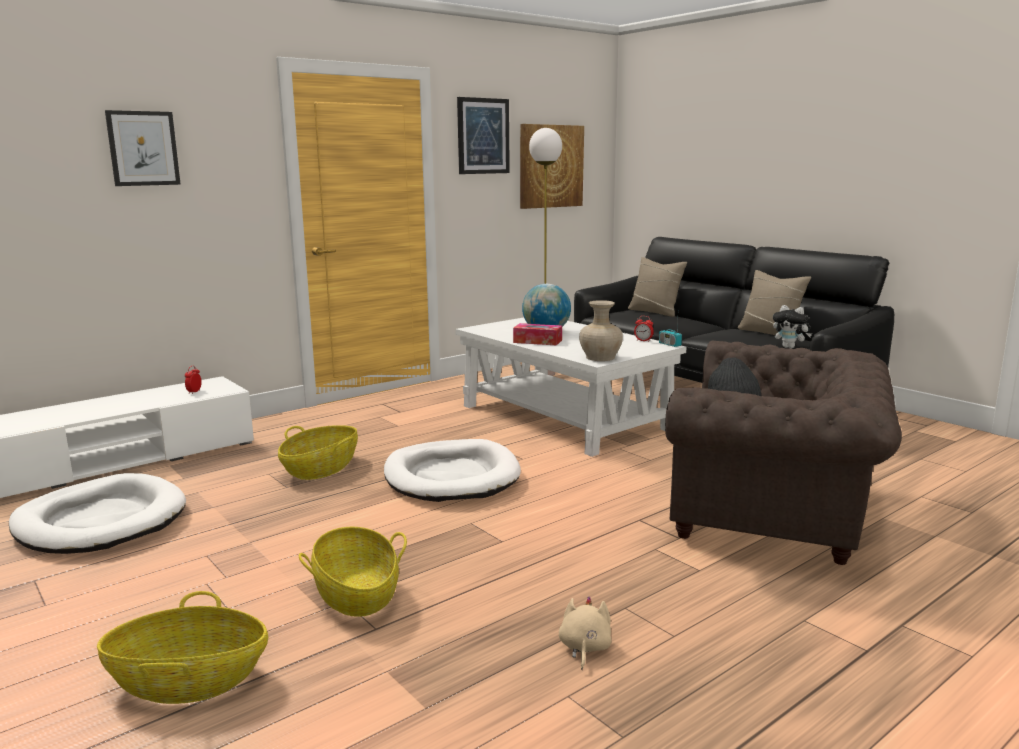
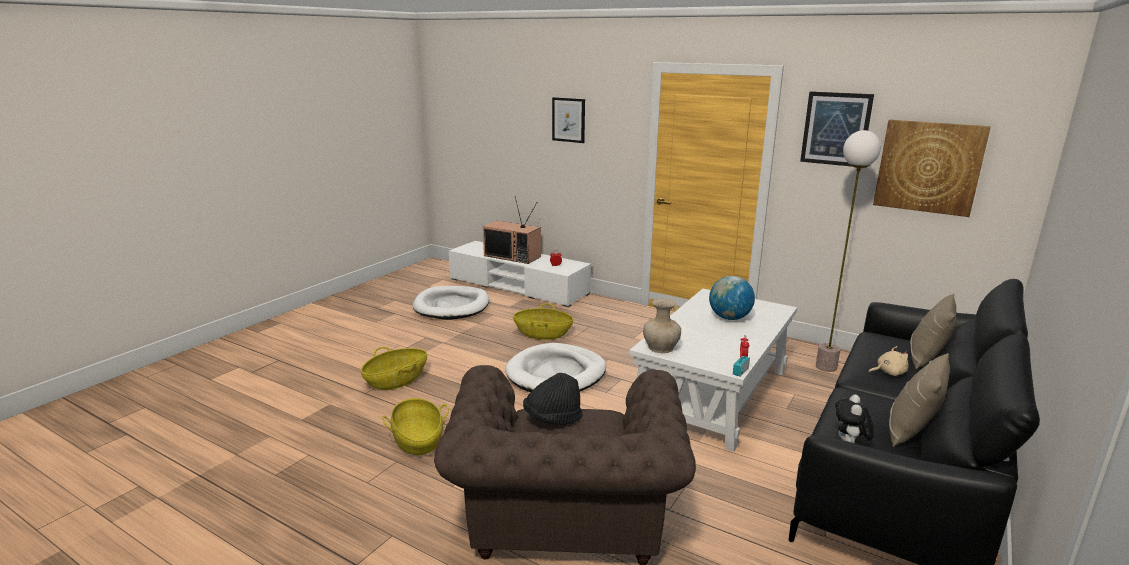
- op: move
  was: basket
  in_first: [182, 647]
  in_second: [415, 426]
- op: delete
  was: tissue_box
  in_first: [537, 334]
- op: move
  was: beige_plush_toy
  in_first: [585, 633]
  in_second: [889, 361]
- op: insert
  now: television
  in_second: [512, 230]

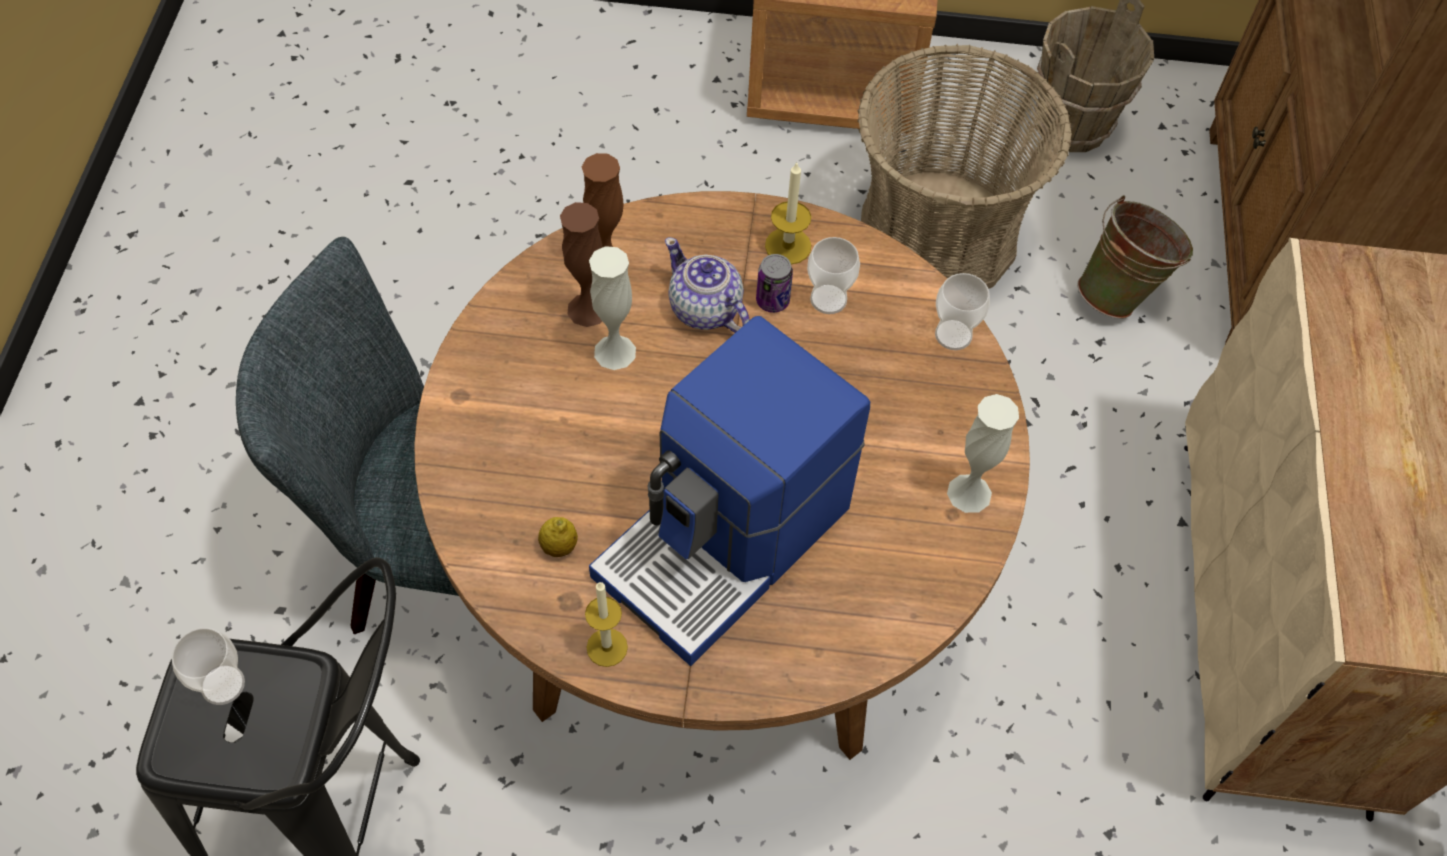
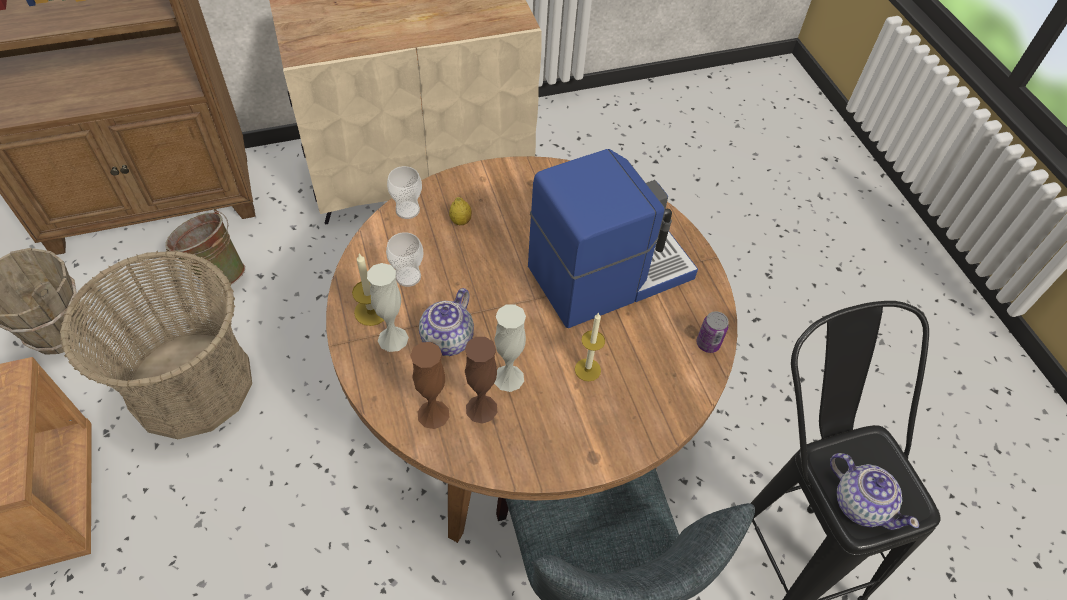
- op: replace
  was: cup
  now: teapot
  in_first: [208, 666]
  in_second: [874, 491]
- op: move
  was: lemon
  in_first: [558, 537]
  in_second: [460, 211]
- op: move
  was: candle
  in_first: [606, 624]
  in_second: [590, 346]
- op: rotate
  was: coffee_machine
  in_first: [729, 491]
  in_second: [613, 238]
  clockwise: -45
- op: move
  was: can
  in_first: [774, 283]
  in_second: [712, 332]
- op: move
  was: white_vase
  in_first: [983, 453]
  in_second: [388, 307]

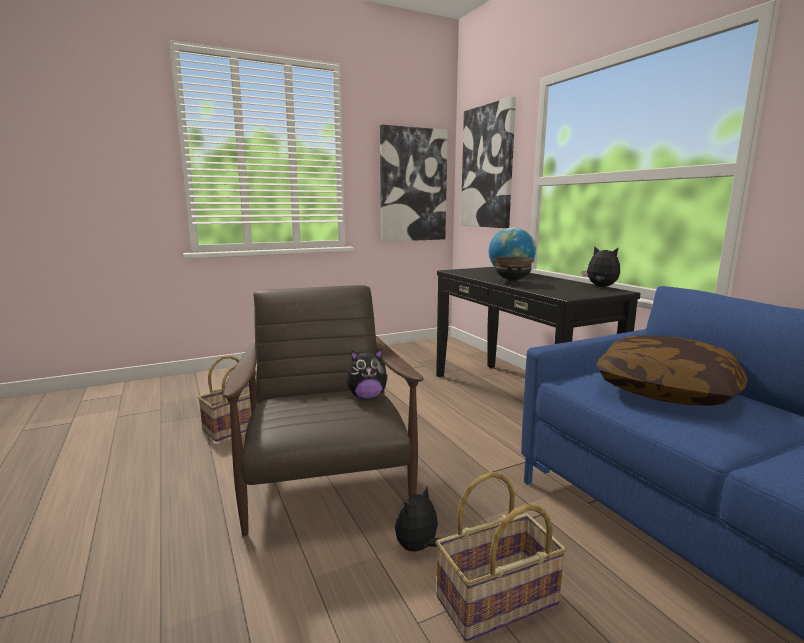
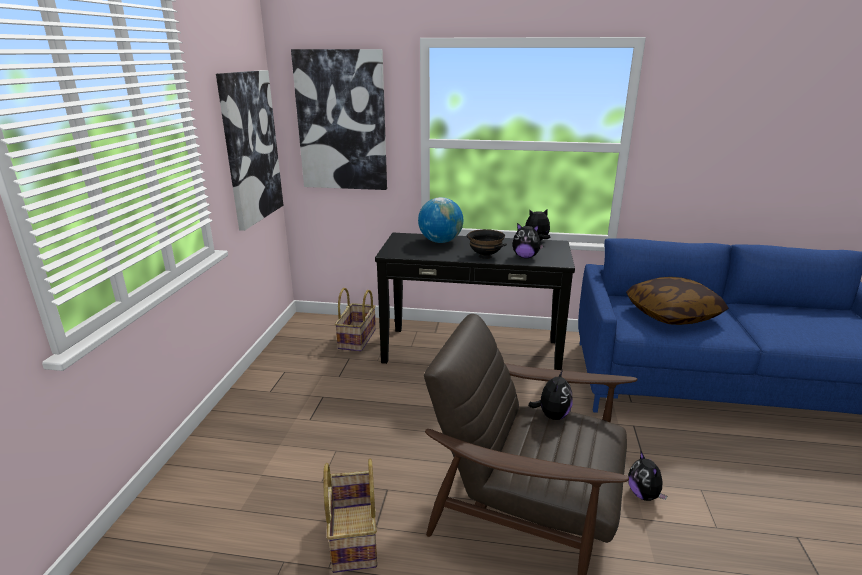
- op: move
  was: basket
  in_first: [501, 557]
  in_second: [355, 319]
- op: insert
  now: plush_toy
  in_second: [528, 240]

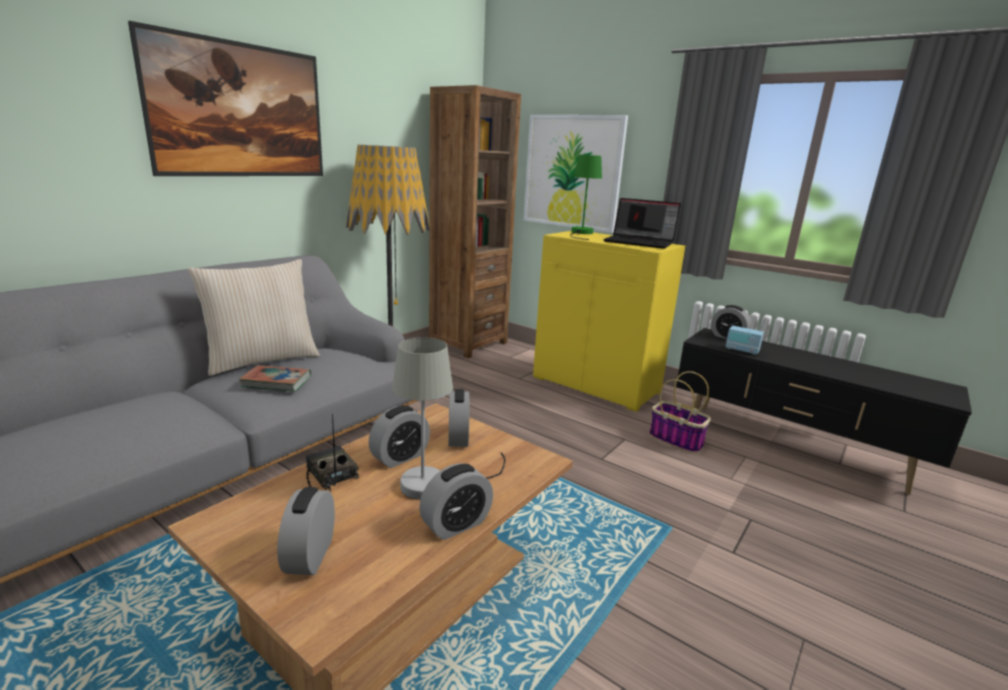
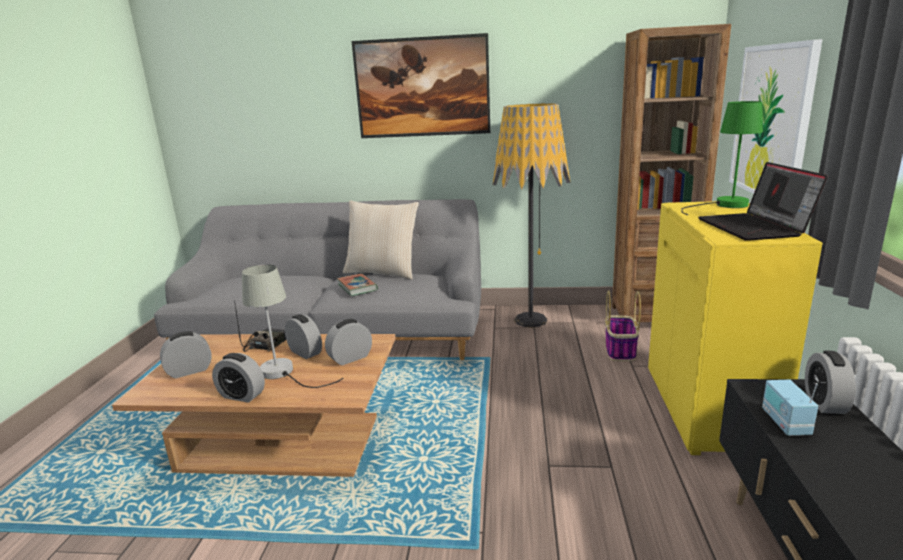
- op: rotate
  was: alarm_clock
  in_first: [399, 436]
  in_second: [303, 336]
  clockwise: -150
- op: move
  was: basket
  in_first: [680, 412]
  in_second: [623, 325]

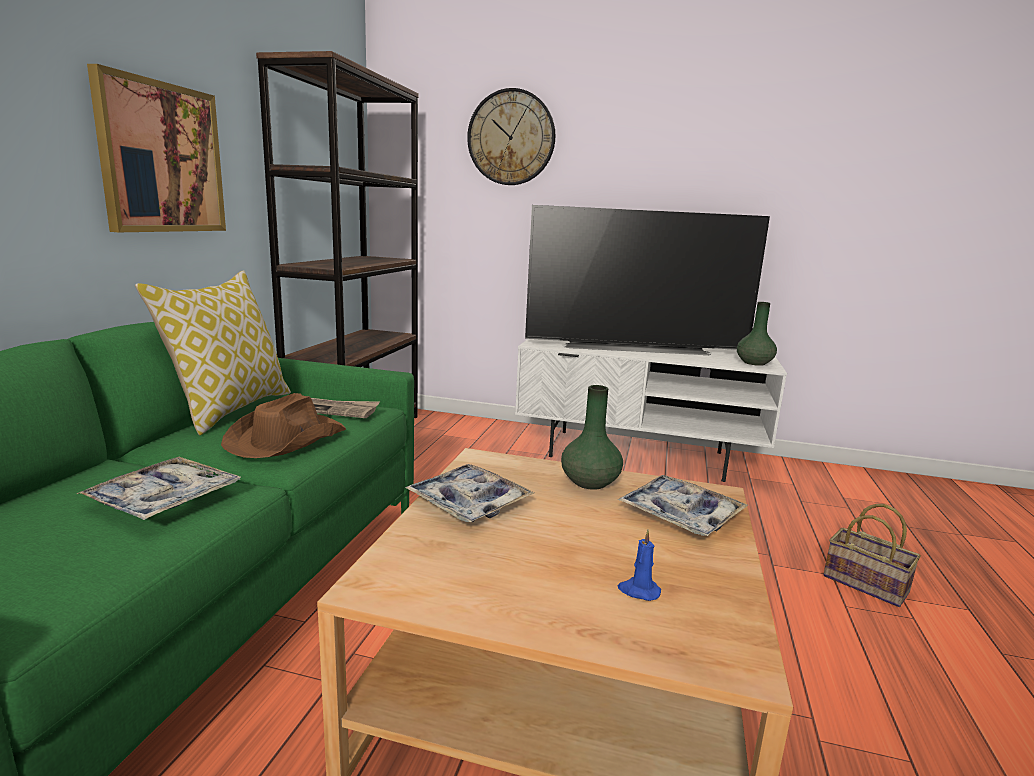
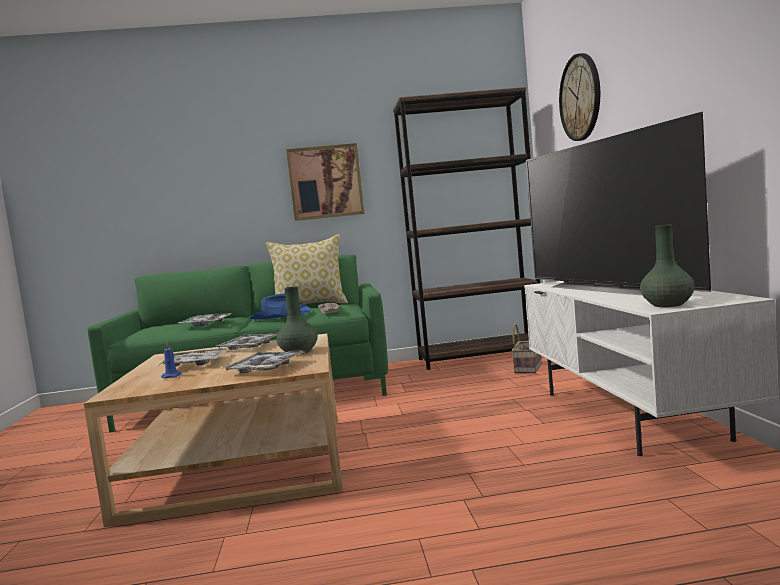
- op: recolor
  was: brown_hat
  now: blue_hat
  in_first: [283, 425]
  in_second: [280, 306]
- op: move
  was: basket
  in_first: [872, 555]
  in_second: [527, 348]
- op: insert
  now: tray
  in_second: [192, 357]

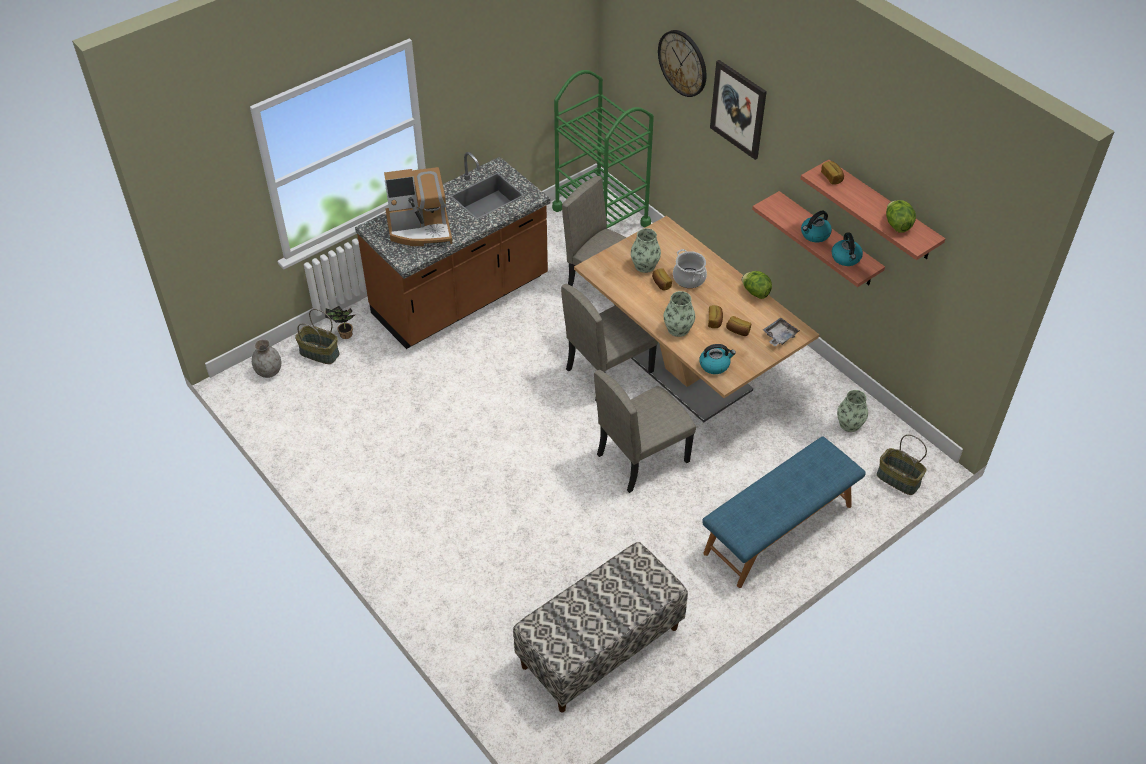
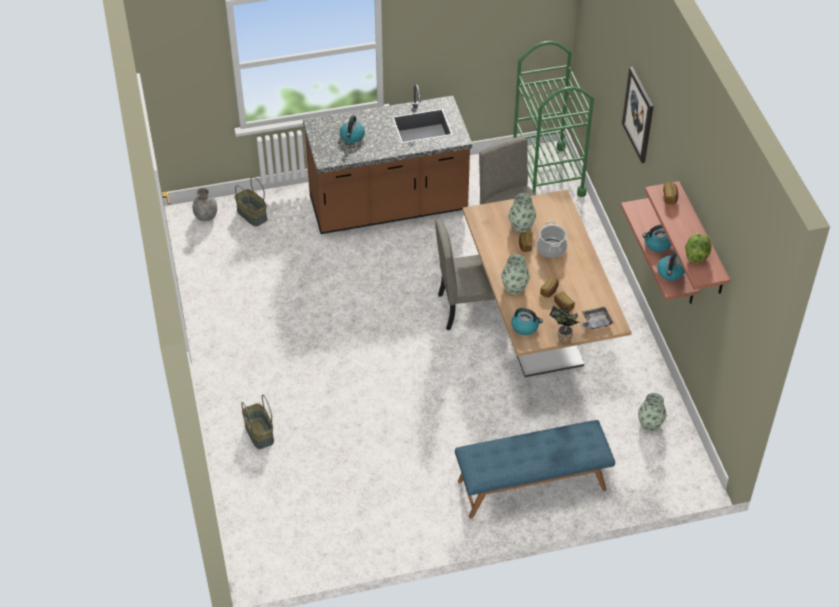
- op: move
  was: potted_plant
  in_first: [340, 322]
  in_second: [564, 324]
- op: replace
  was: coffee_machine
  now: kettle
  in_first: [418, 206]
  in_second: [352, 129]
- op: delete
  was: bench
  in_first: [600, 627]
- op: delete
  was: beige_chair
  in_first: [645, 431]
- op: delete
  was: wall_clock
  in_first: [682, 63]
- op: delete
  was: lettuce
  in_first: [756, 285]
- op: move
  was: basket
  in_first: [902, 465]
  in_second: [257, 422]

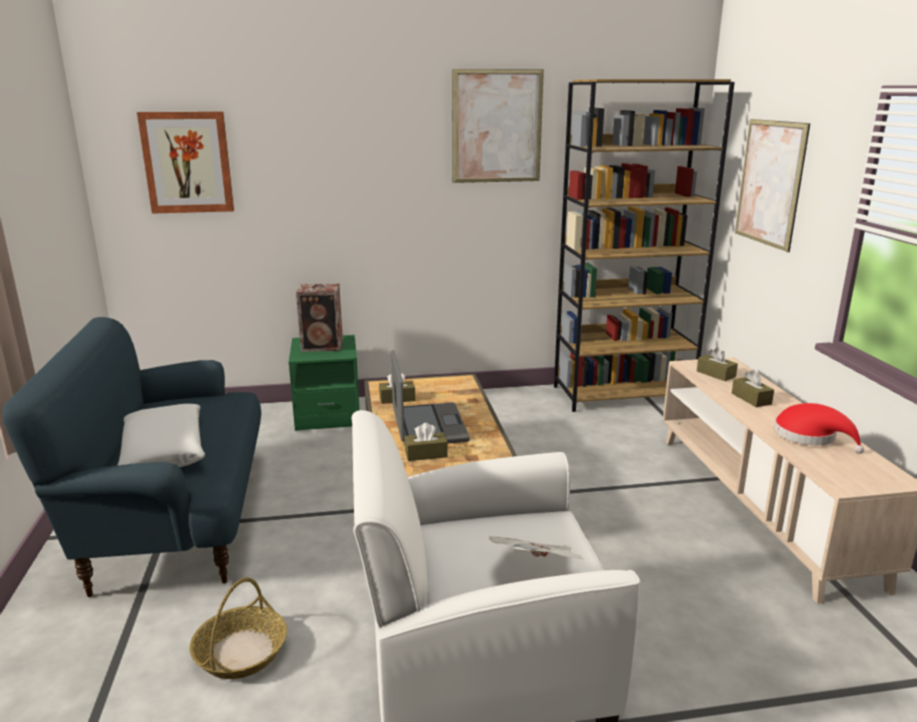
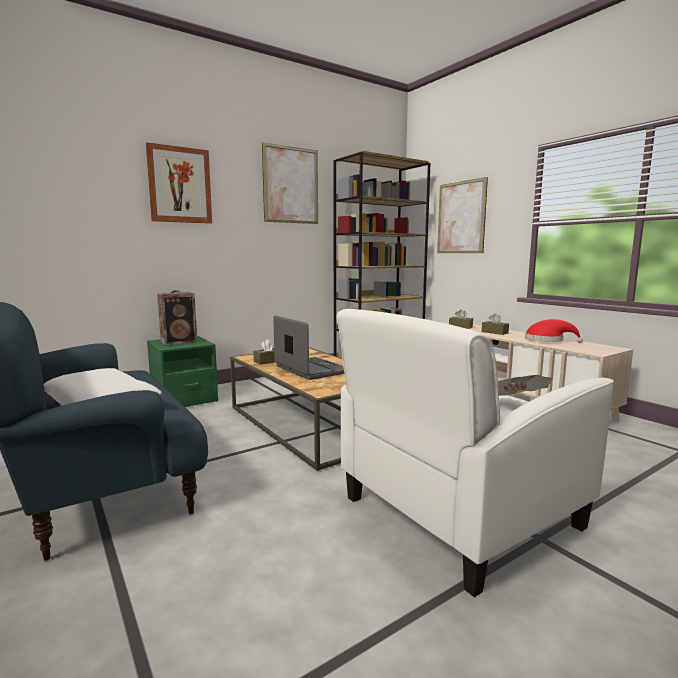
- op: move
  was: picture
  in_first: [185, 163]
  in_second: [179, 183]
- op: delete
  was: basket
  in_first: [238, 628]
- op: delete
  was: brown_tissue_box
  in_first: [426, 442]

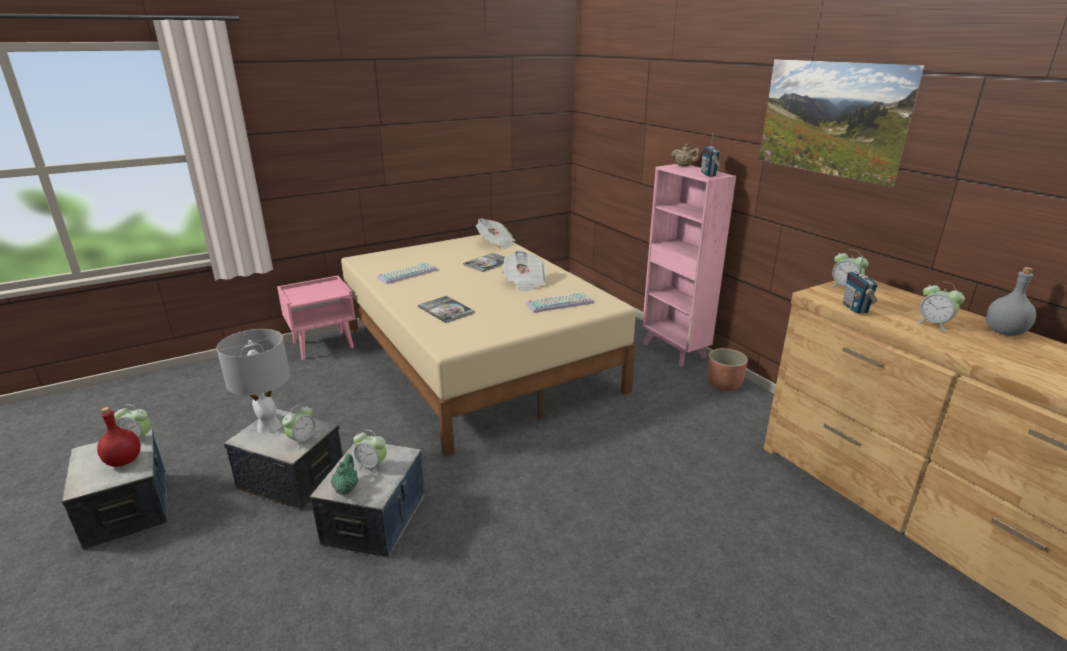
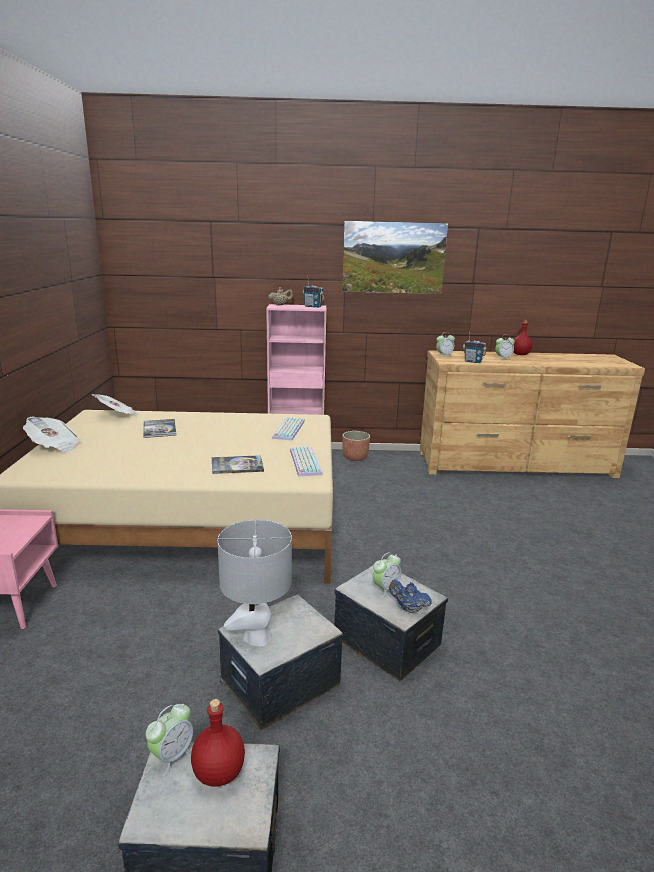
- op: delete
  was: alarm_clock
  in_first: [300, 427]
- op: recolor
  was: green_teapot
  now: blue_teapot
  in_first: [344, 474]
  in_second: [410, 596]
- op: move
  was: keyboard
  in_first: [407, 273]
  in_second: [306, 461]
- op: move
  was: newspaper
  in_first: [524, 271]
  in_second: [52, 435]
- op: recolor
  was: grey_bottle
  now: red_bottle
  in_first: [1011, 301]
  in_second: [522, 337]

